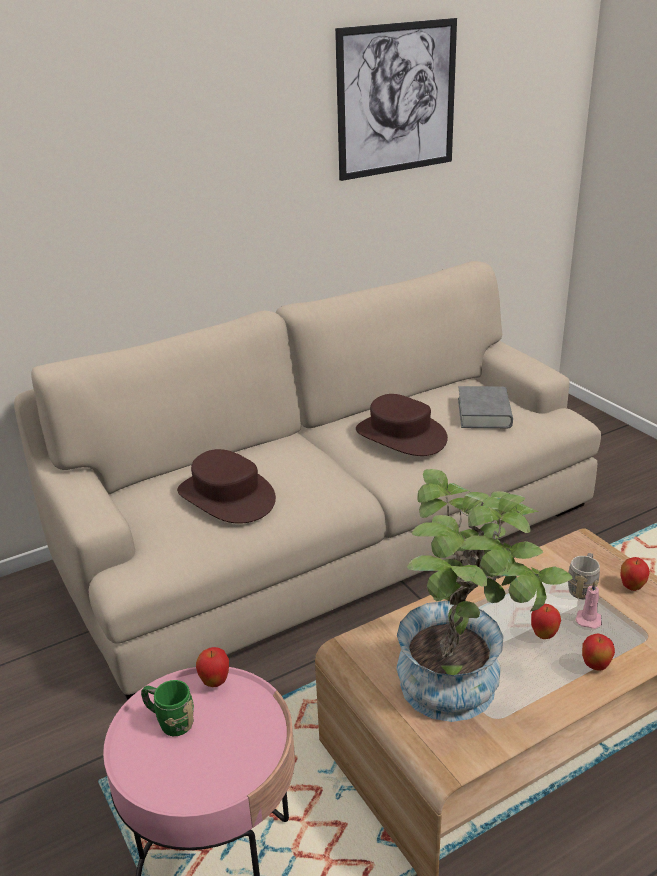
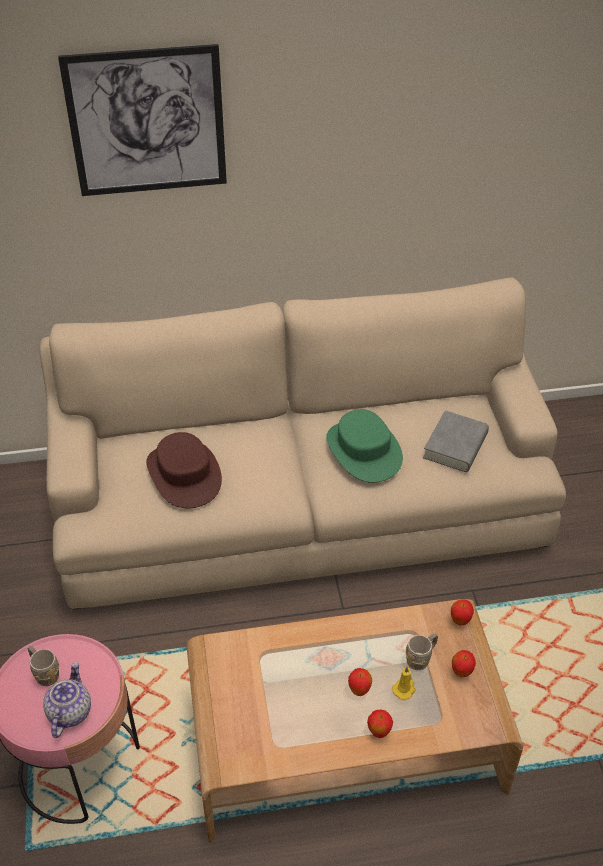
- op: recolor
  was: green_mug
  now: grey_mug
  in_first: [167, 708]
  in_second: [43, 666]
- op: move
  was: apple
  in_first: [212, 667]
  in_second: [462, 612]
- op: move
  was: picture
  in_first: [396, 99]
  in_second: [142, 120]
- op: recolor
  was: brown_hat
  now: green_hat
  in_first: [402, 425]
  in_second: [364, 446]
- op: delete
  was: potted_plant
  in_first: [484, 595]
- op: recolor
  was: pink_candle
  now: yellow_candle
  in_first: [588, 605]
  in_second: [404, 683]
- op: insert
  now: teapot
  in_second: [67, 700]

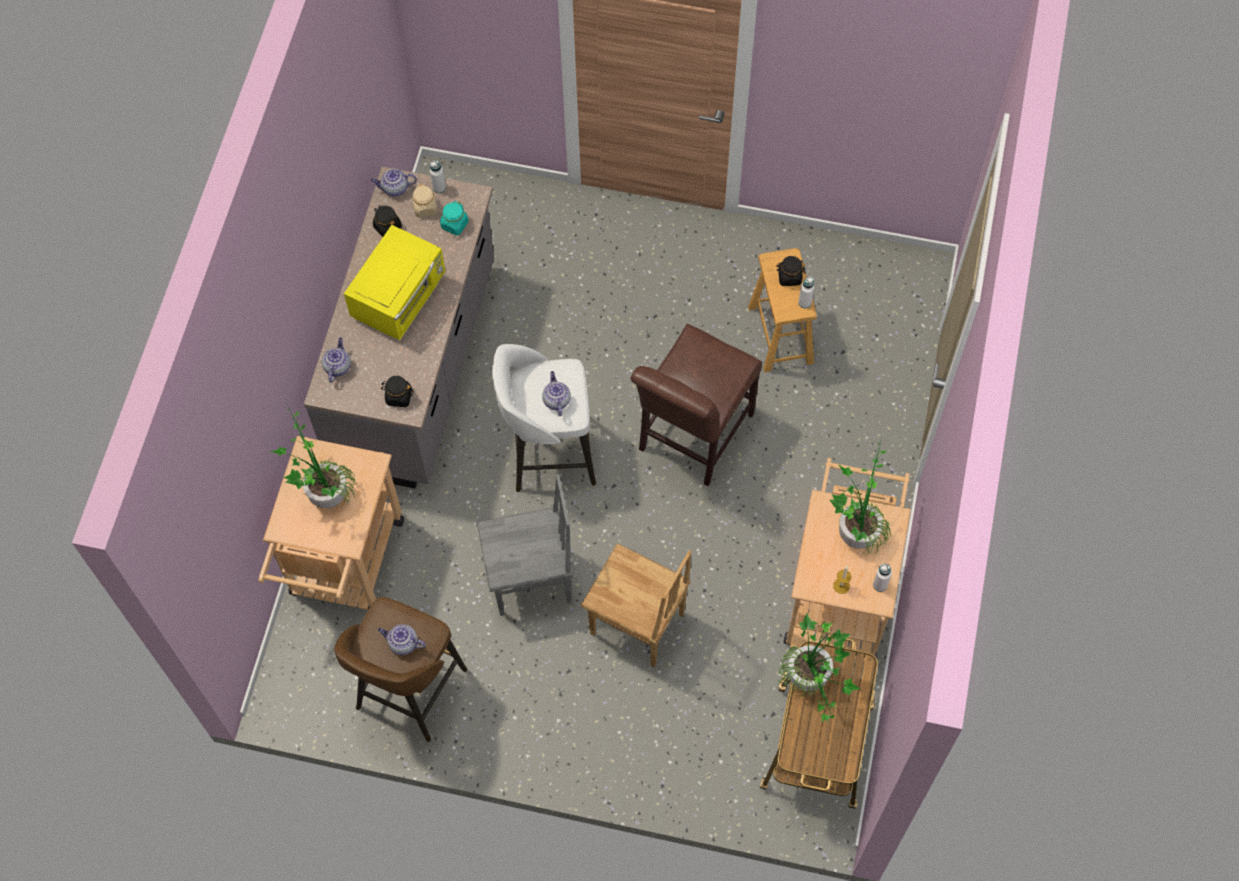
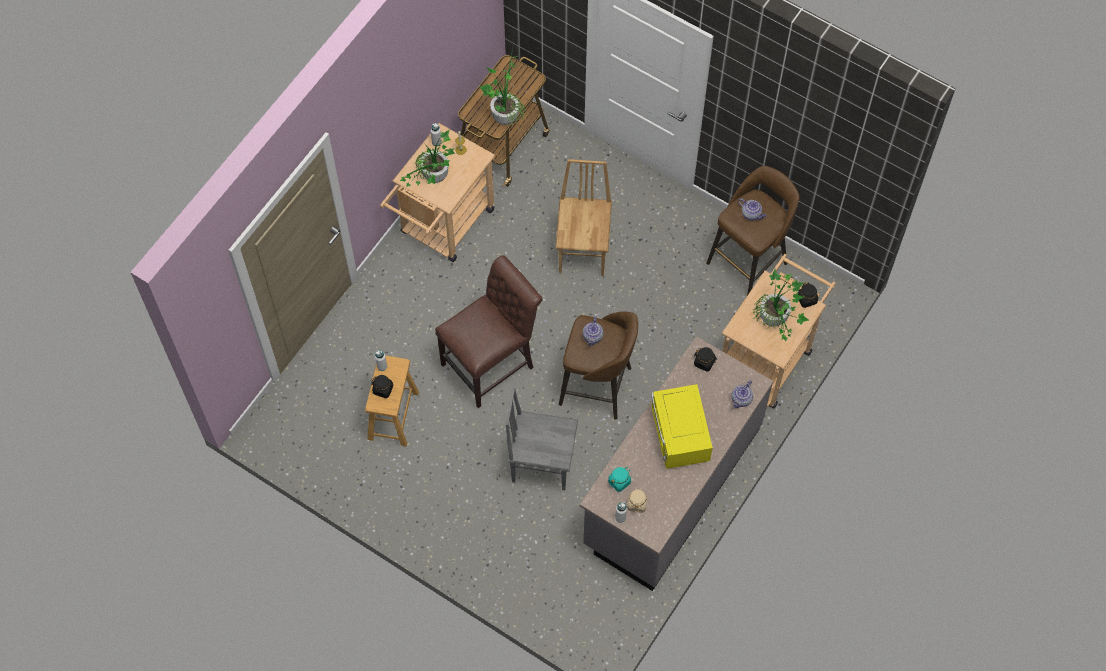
- op: rotate
  was: yellow_microwave
  in_first: [394, 282]
  in_second: [682, 426]
  clockwise: -60
- op: delete
  was: teapot
  in_first: [394, 183]
- op: move
  was: black_jar
  in_first: [387, 221]
  in_second: [808, 295]
- op: move
  was: grey_chair
  in_first: [524, 545]
  in_second: [542, 438]
- op: recolor
  was: white_stool
  now: brown_stool
  in_first: [544, 418]
  in_second: [598, 366]
- op: rotate
  was: brown_chair
  in_first: [636, 605]
  in_second: [584, 217]
  clockwise: 45

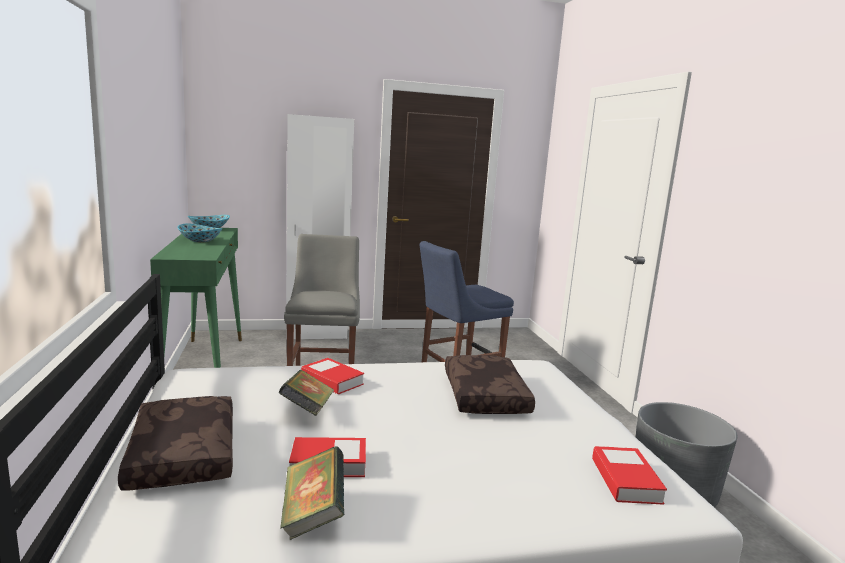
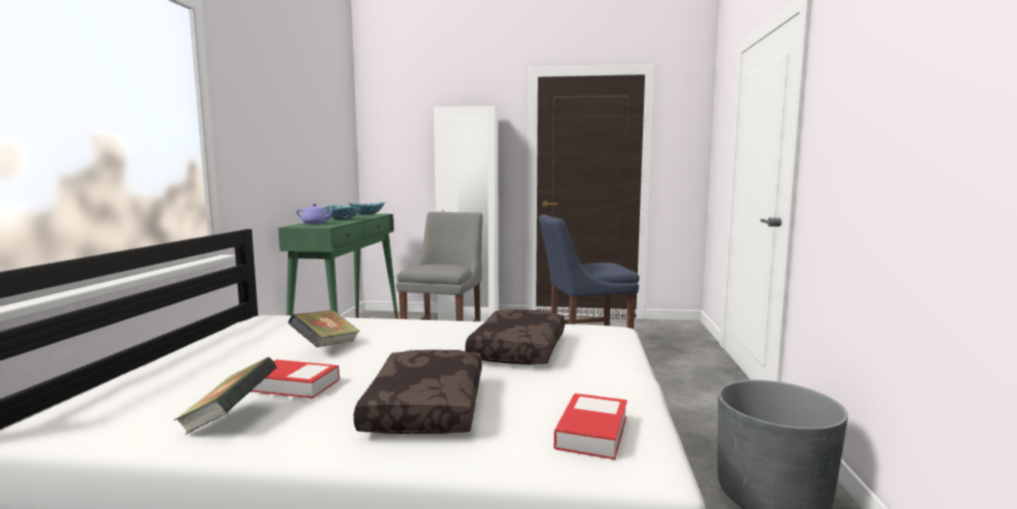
- op: move
  was: brown_pillow
  in_first: [175, 443]
  in_second: [418, 392]
- op: delete
  was: book
  in_first: [332, 376]
- op: insert
  now: purple_teapot
  in_second: [315, 214]

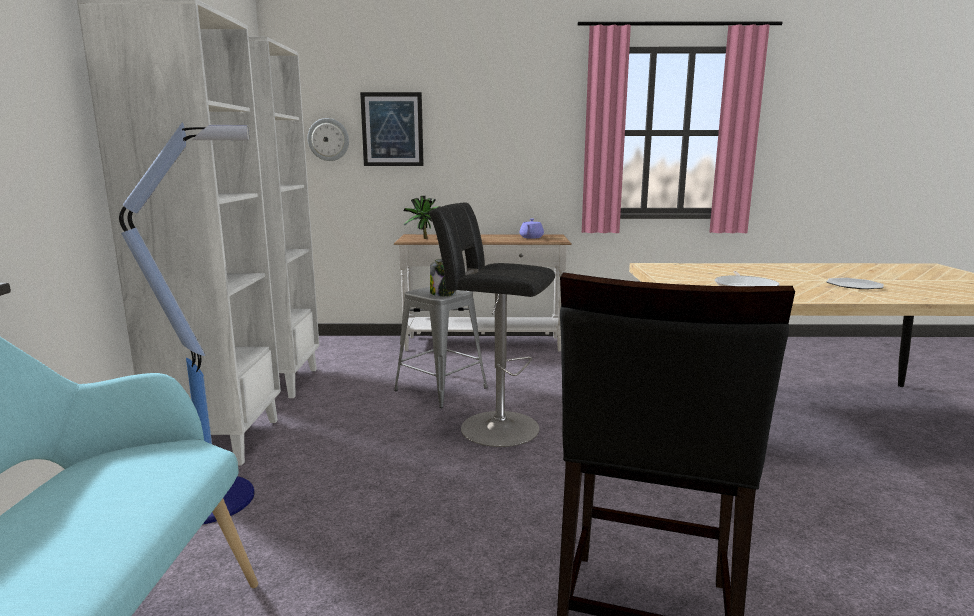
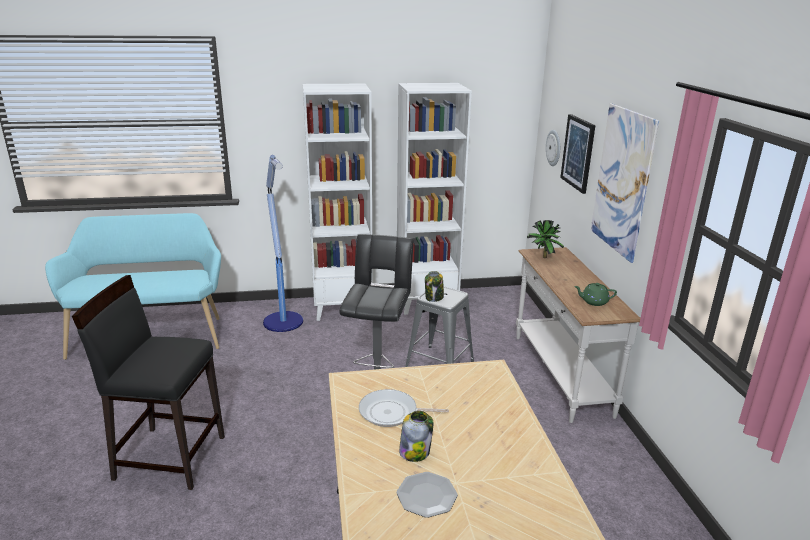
- op: recolor
  was: purple_teapot
  now: green_teapot
  in_first: [532, 228]
  in_second: [595, 294]
- op: insert
  now: jar
  in_second: [416, 436]
- op: insert
  now: picture
  in_second: [625, 183]

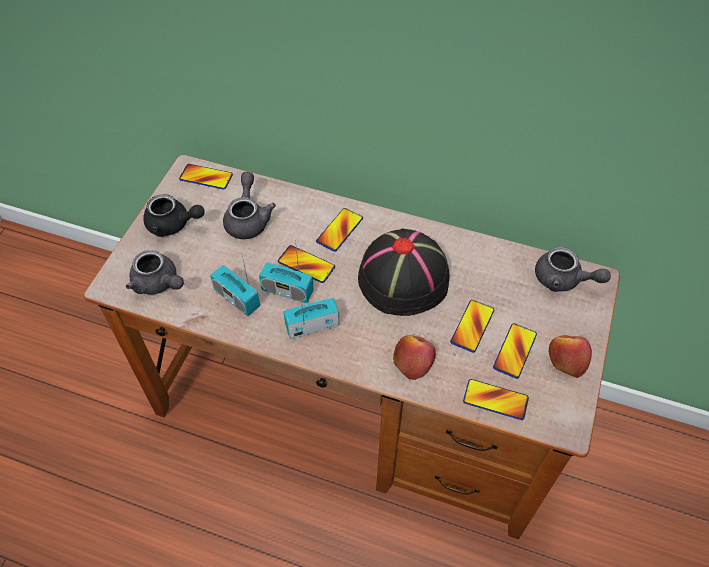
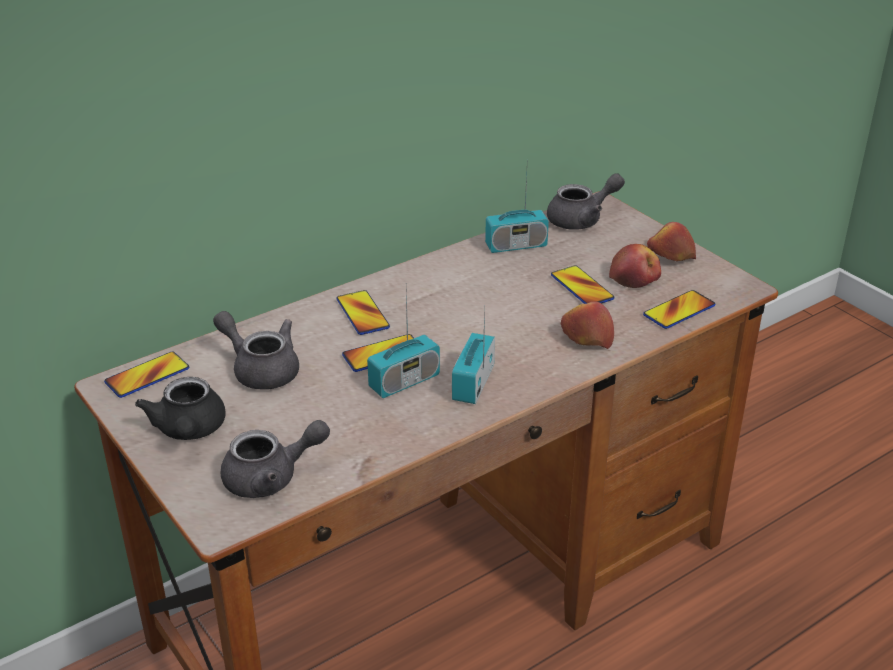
- op: rotate
  was: black_teapot
  in_first: [174, 215]
  in_second: [180, 408]
  clockwise: 120
- op: move
  was: radio
  in_first: [235, 286]
  in_second: [517, 213]
- op: delete
  was: black_hat
  in_first: [404, 272]
- op: replace
  was: phone
  now: apple
  in_first: [515, 351]
  in_second: [635, 266]

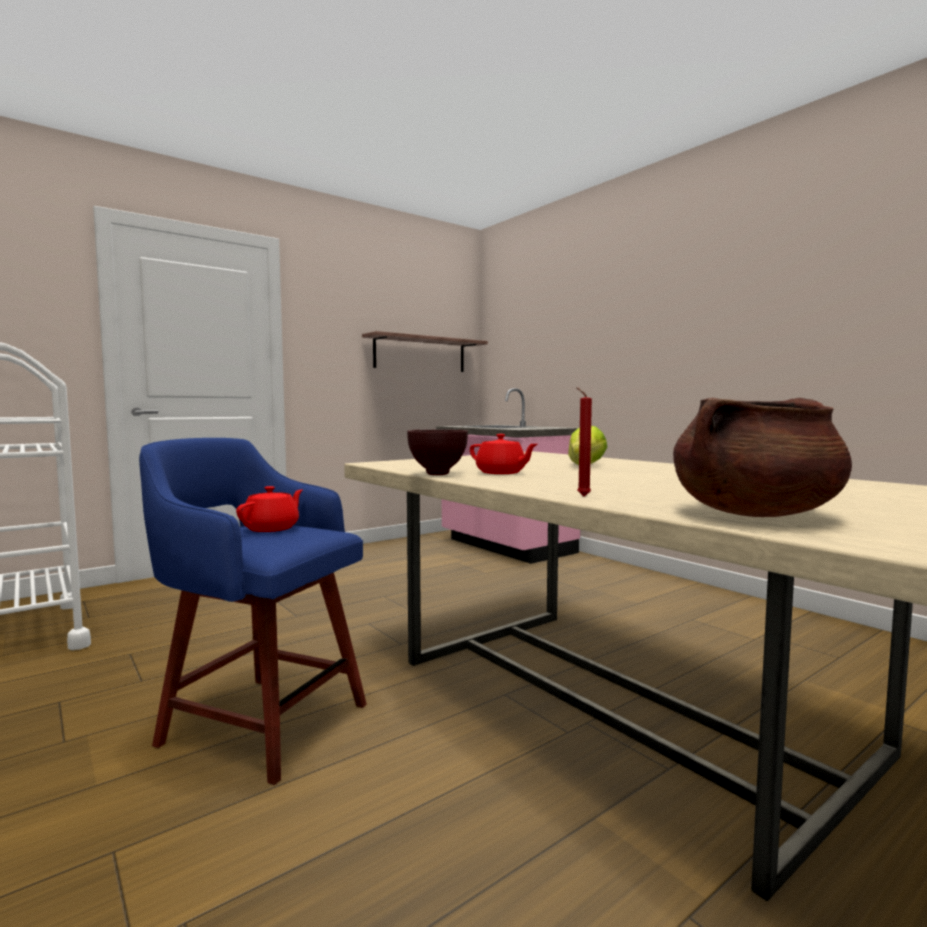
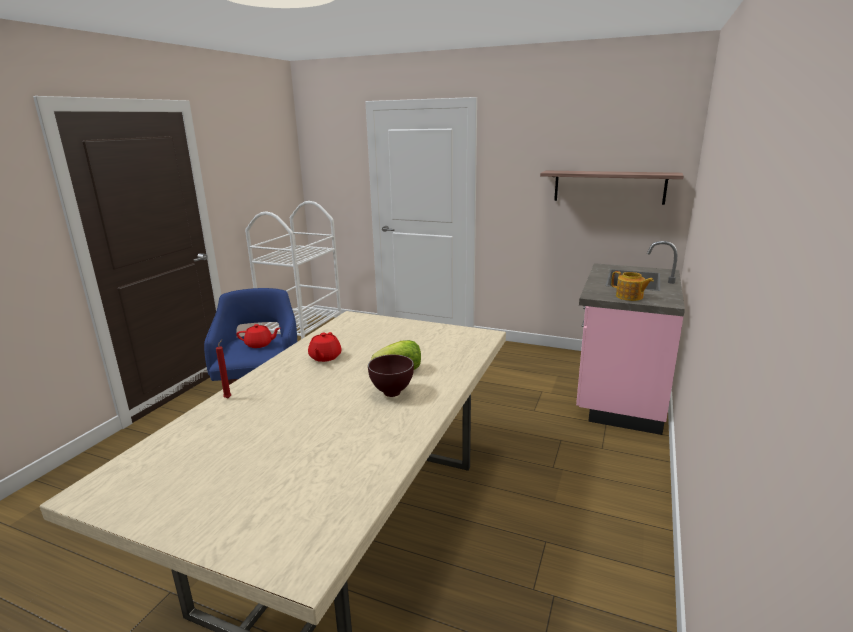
- op: move
  was: brown_bowl
  in_first: [437, 452]
  in_second: [391, 376]
- op: delete
  was: brown_cooking_pot
  in_first: [762, 457]
- op: insert
  now: teapot
  in_second: [632, 286]

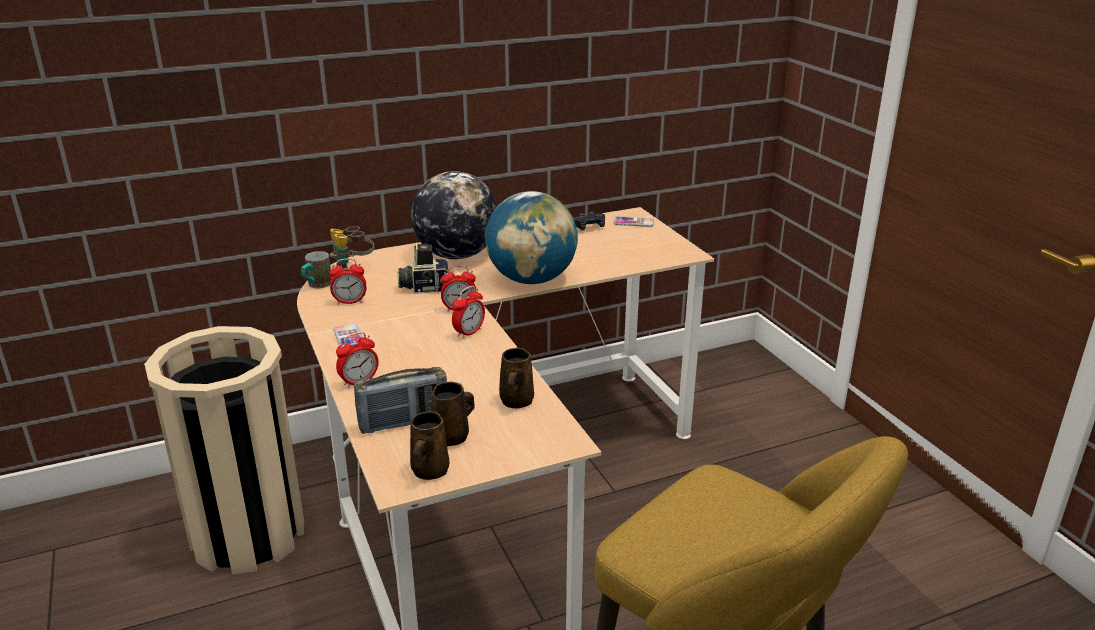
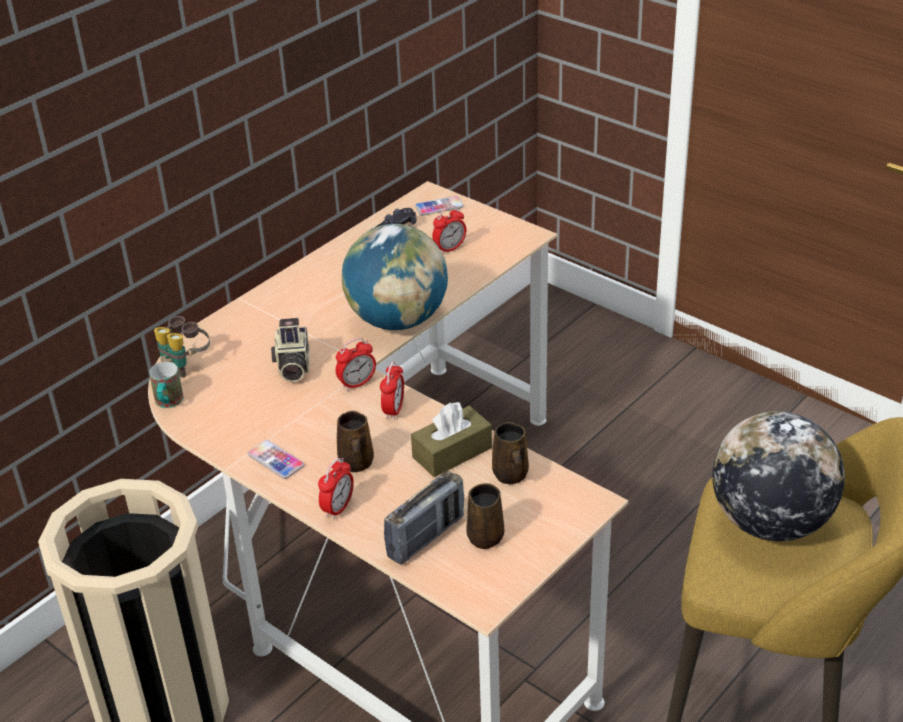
- op: move
  was: alarm_clock
  in_first: [347, 282]
  in_second: [449, 230]
- op: rotate
  was: photo_camera
  in_first: [423, 268]
  in_second: [290, 350]
  clockwise: -60
- op: move
  was: brown_mug
  in_first: [429, 445]
  in_second: [355, 441]
- op: move
  was: globe
  in_first: [454, 215]
  in_second: [778, 476]
- op: insert
  now: brown_tissue_box
  in_second: [451, 439]

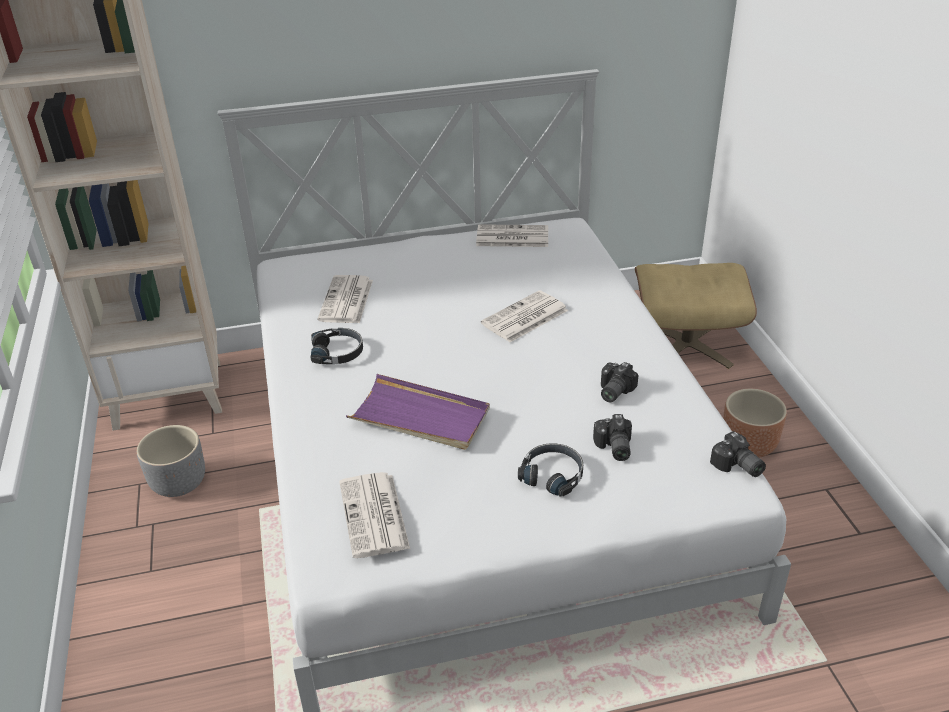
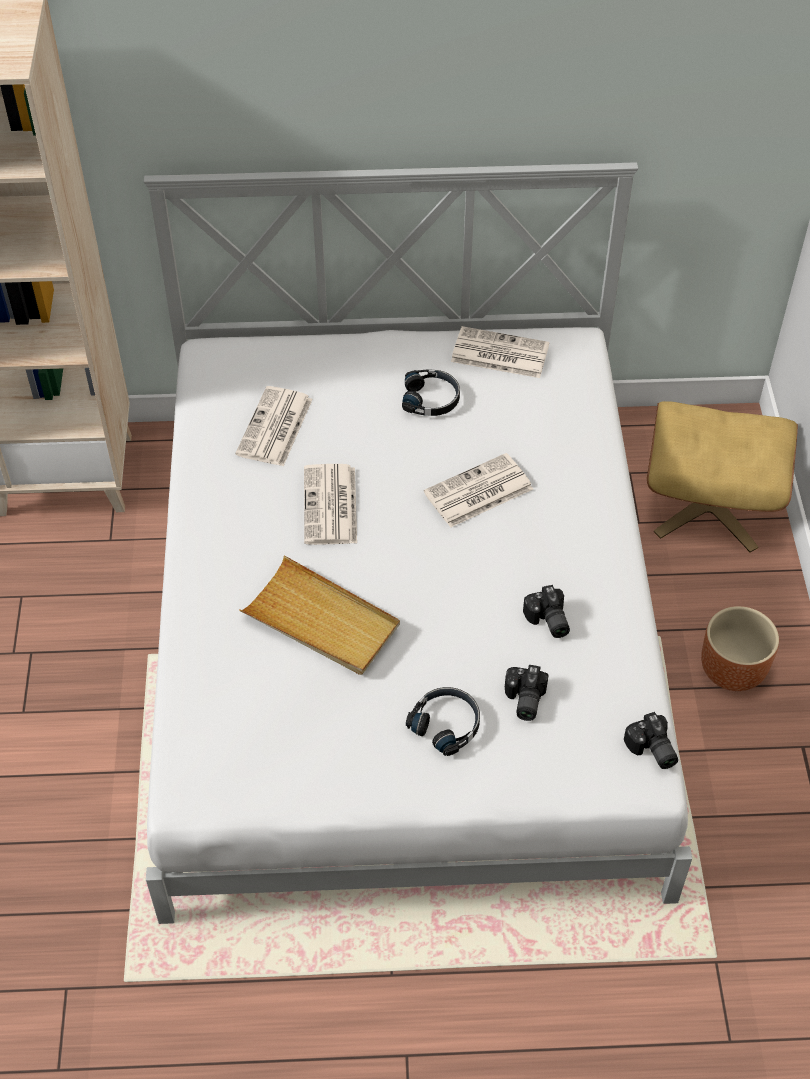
- op: delete
  was: grey_planter
  in_first: [171, 461]
- op: move
  was: black_headphones
  in_first: [336, 346]
  in_second: [431, 392]
- op: move
  was: newspaper
  in_first: [374, 515]
  in_second: [330, 504]
- op: recolor
  was: purple_tray
  now: beige_tray
  in_first: [418, 412]
  in_second: [319, 615]
- op: rotate
  was: photo_camera
  in_first: [619, 382]
  in_second: [546, 611]
  clockwise: -60

